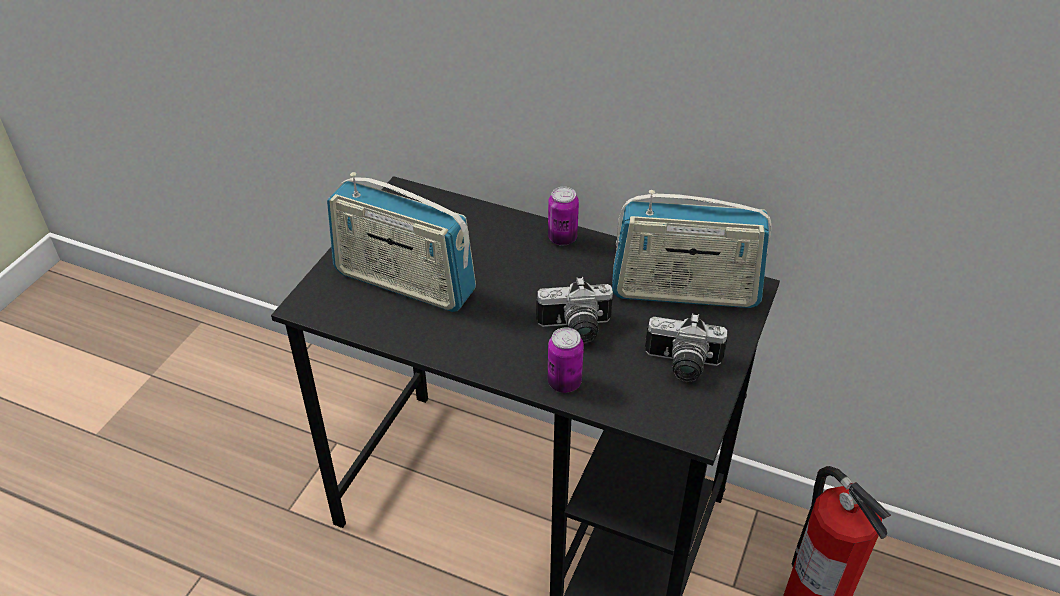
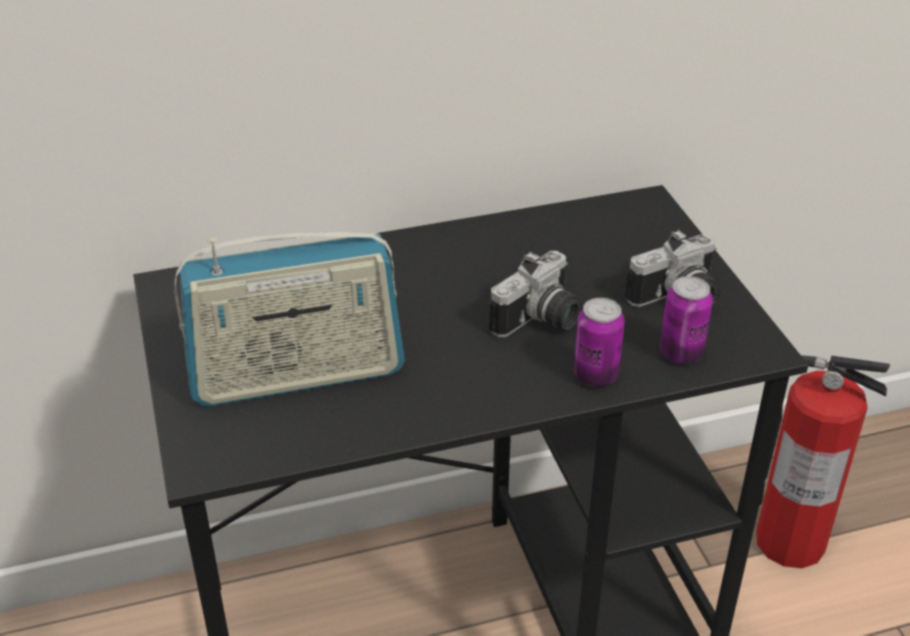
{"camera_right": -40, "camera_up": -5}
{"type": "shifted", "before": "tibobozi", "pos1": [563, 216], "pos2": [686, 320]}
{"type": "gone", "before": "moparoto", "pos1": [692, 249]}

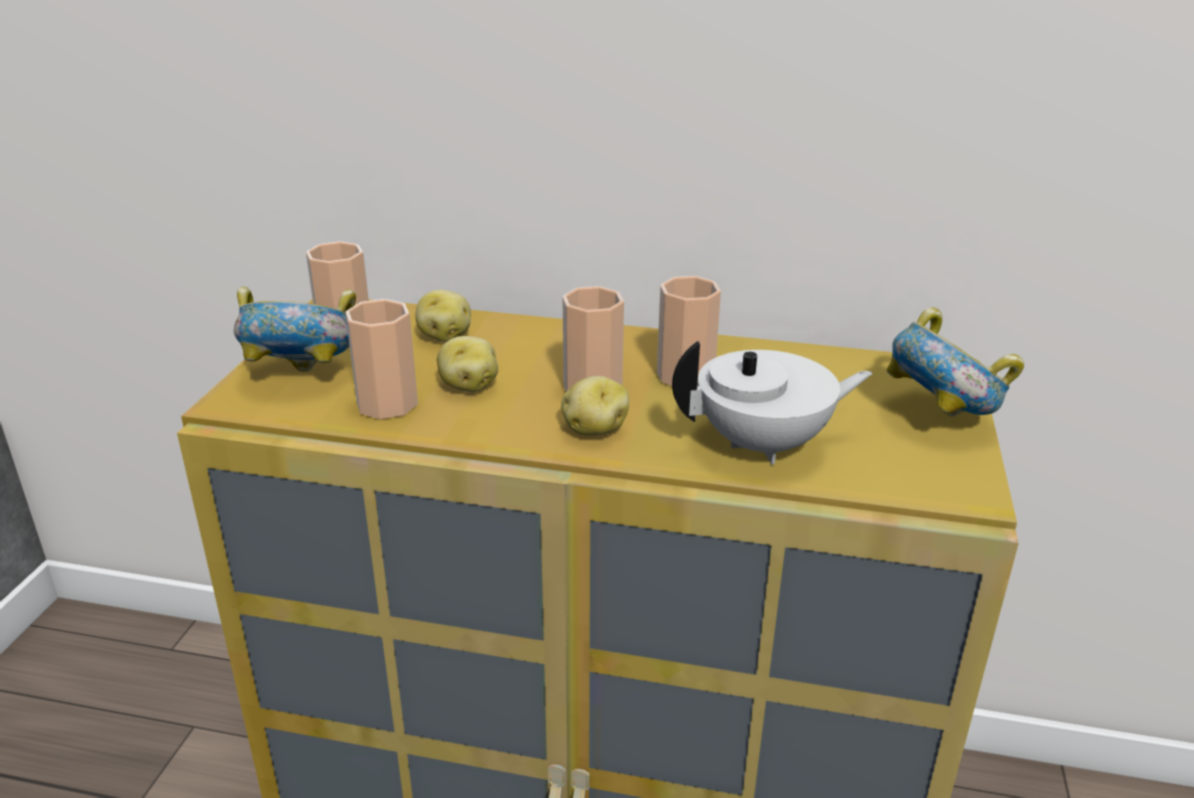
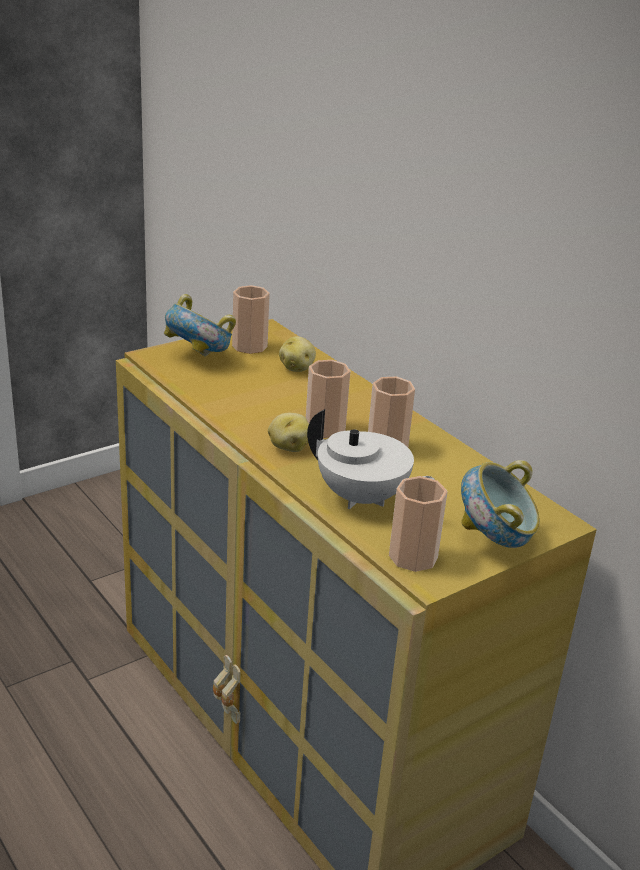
{"camera_right": 40, "camera_up": 0}
{"type": "shifted", "before": "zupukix", "pos1": [381, 359], "pos2": [418, 524]}
{"type": "gone", "before": "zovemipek", "pos1": [467, 364]}

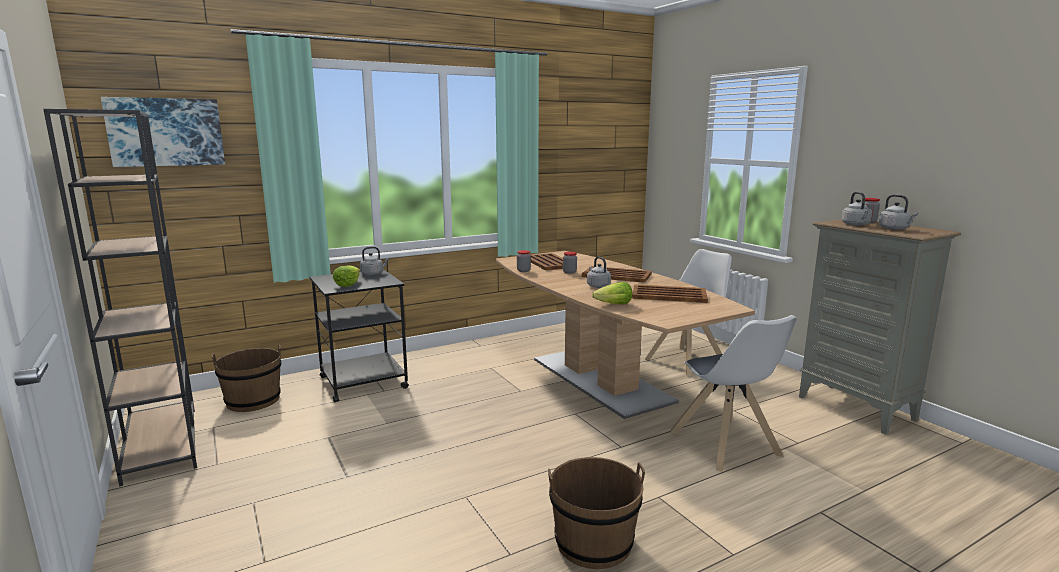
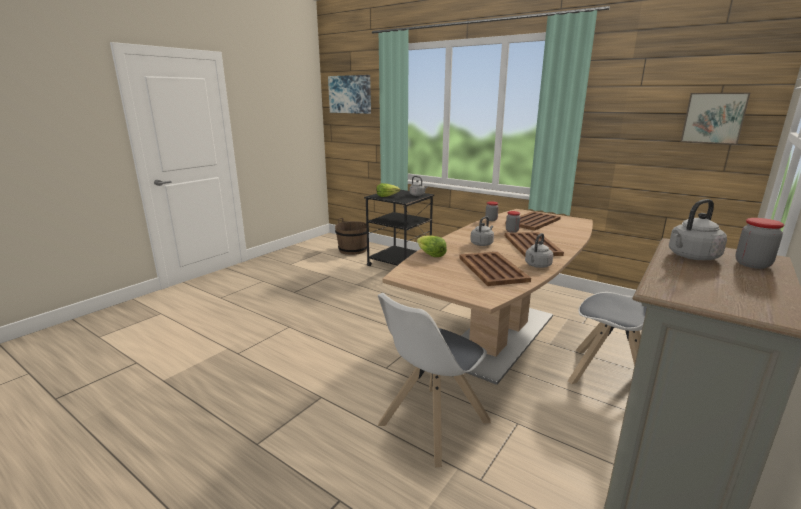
{"camera_right": 65, "camera_up": 5}
{"type": "gone", "before": "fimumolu", "pos1": [120, 298]}
{"type": "gone", "before": "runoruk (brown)", "pos1": [596, 513]}
{"type": "shifted", "before": "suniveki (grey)", "pos1": [898, 212], "pos2": [539, 250]}
{"type": "new", "after": "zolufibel", "pos2": [715, 119]}

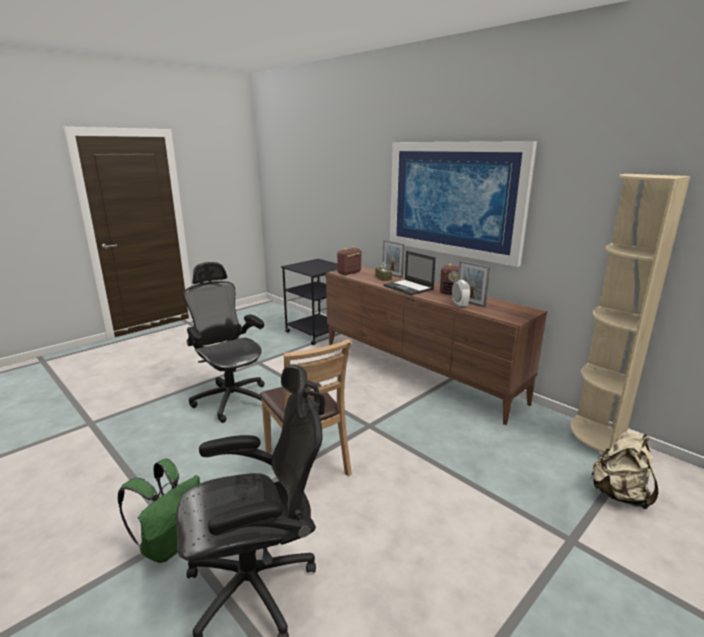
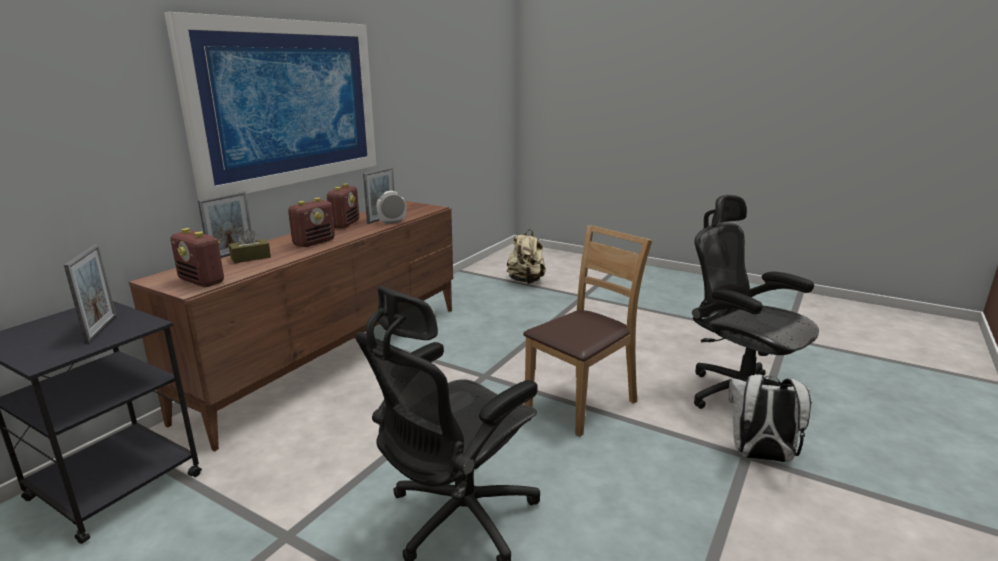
{"camera_right": -105, "camera_up": 0}
{"type": "repainted", "before": "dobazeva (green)", "after": "dobazeva (white)", "pos1": [159, 511], "pos2": [769, 418]}
{"type": "swapped", "before": "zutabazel", "after": "moparoto", "pos1": [409, 273], "pos2": [311, 222]}
{"type": "gone", "before": "fimumolu (beige)", "pos1": [630, 314]}
{"type": "new", "after": "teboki", "pos2": [90, 294]}

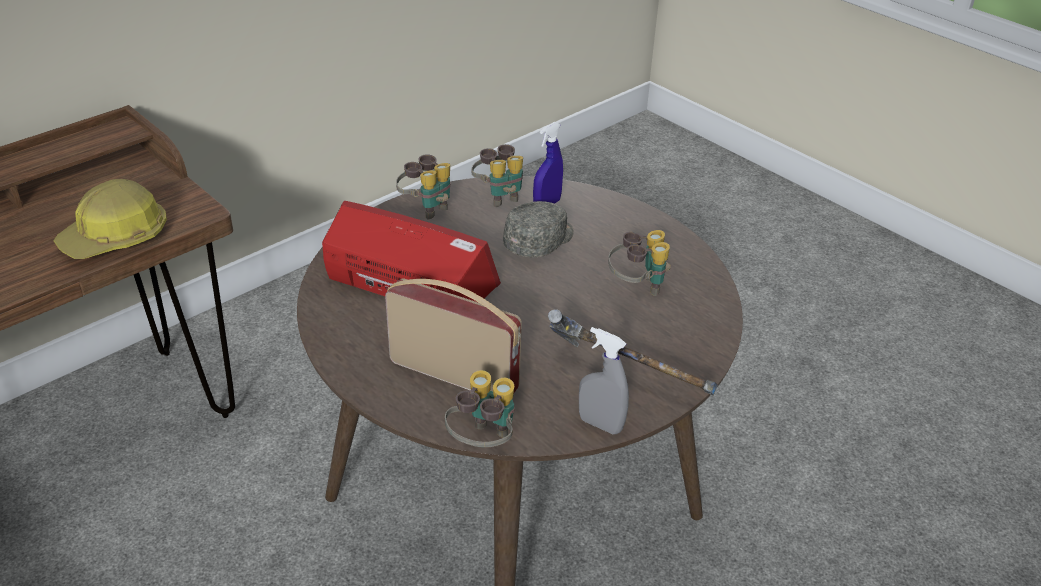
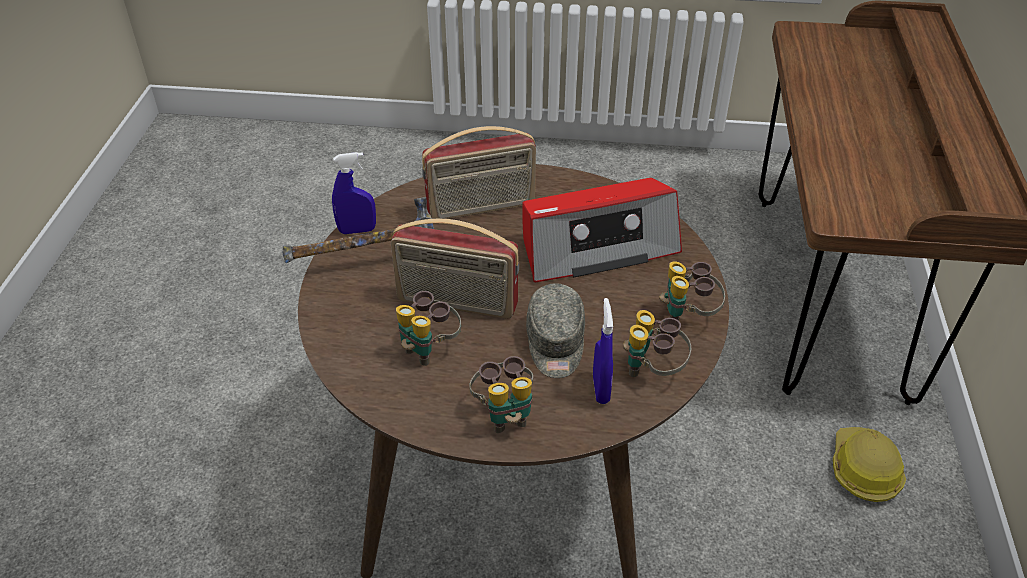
{"camera_right": 140, "camera_up": 5}
{"type": "shifted", "before": "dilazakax", "pos1": [110, 219], "pos2": [869, 464]}
{"type": "shifted", "before": "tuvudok", "pos1": [479, 408], "pos2": [501, 394]}
{"type": "repainted", "before": "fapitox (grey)", "after": "fapitox (blue)", "pos1": [604, 380], "pos2": [354, 193]}
{"type": "new", "after": "moparoto", "pos2": [455, 269]}

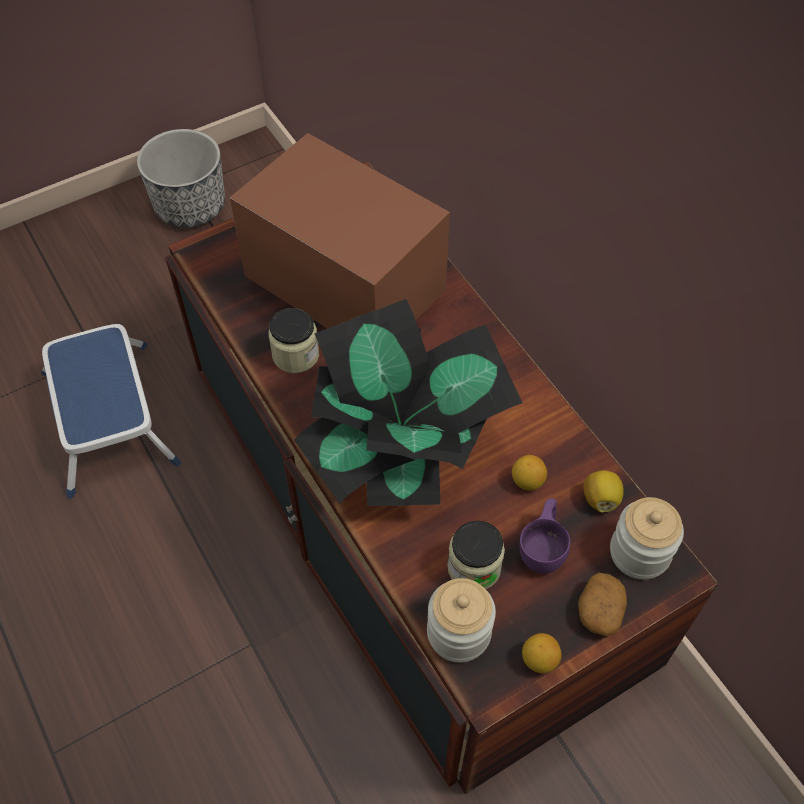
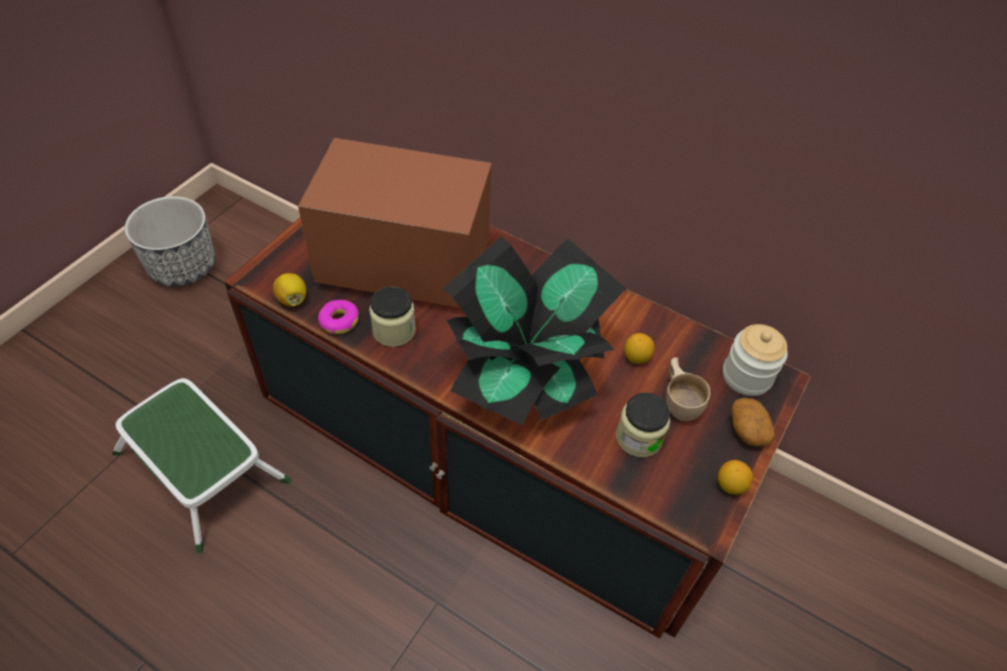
{"camera_right": -30, "camera_up": -5}
{"type": "repainted", "before": "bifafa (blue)", "after": "bifafa (green)", "pos1": [111, 411], "pos2": [201, 465]}
{"type": "gone", "before": "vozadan", "pos1": [461, 620]}
{"type": "repainted", "before": "zupukix (purple)", "after": "zupukix (beige)", "pos1": [544, 536], "pos2": [688, 389]}
{"type": "shifted", "before": "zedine", "pos1": [603, 491], "pos2": [289, 290]}
{"type": "new", "after": "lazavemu", "pos2": [338, 317]}

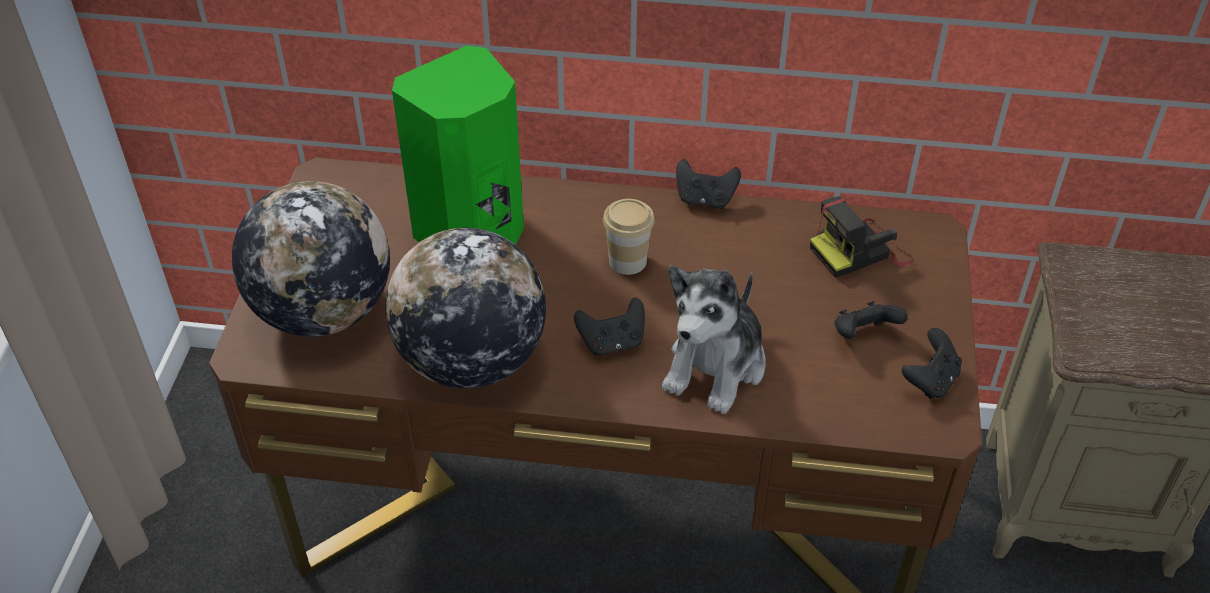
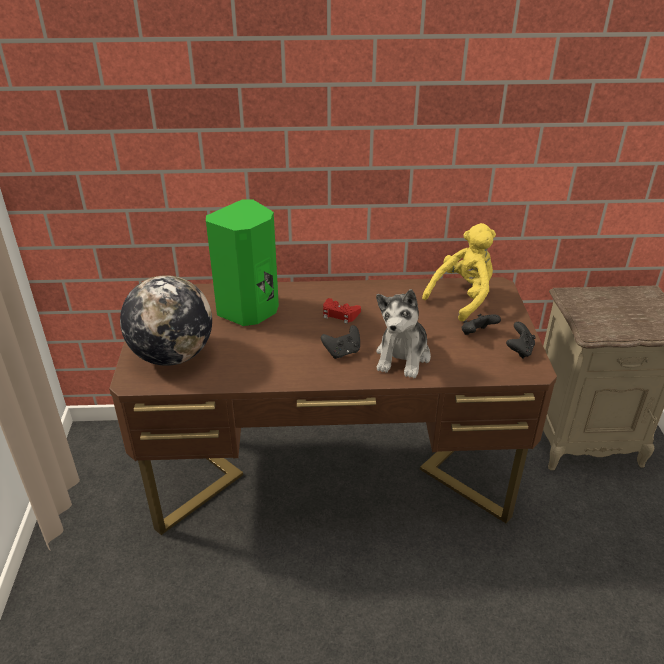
{"camera_right": -10, "camera_up": -10}
{"type": "gone", "before": "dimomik", "pos1": [465, 308]}
{"type": "swapped", "before": "zupukix", "after": "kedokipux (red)", "pos1": [629, 237], "pos2": [342, 311]}
{"type": "gone", "before": "kedokipux (black)", "pos1": [708, 184]}
{"type": "swapped", "before": "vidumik", "after": "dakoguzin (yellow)", "pos1": [861, 237], "pos2": [459, 272]}

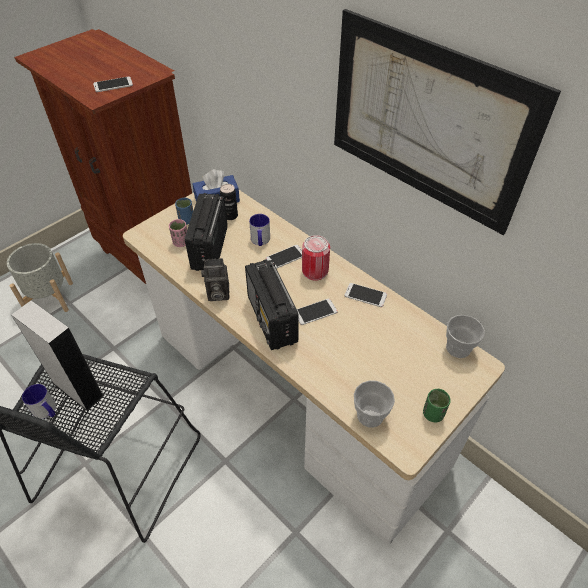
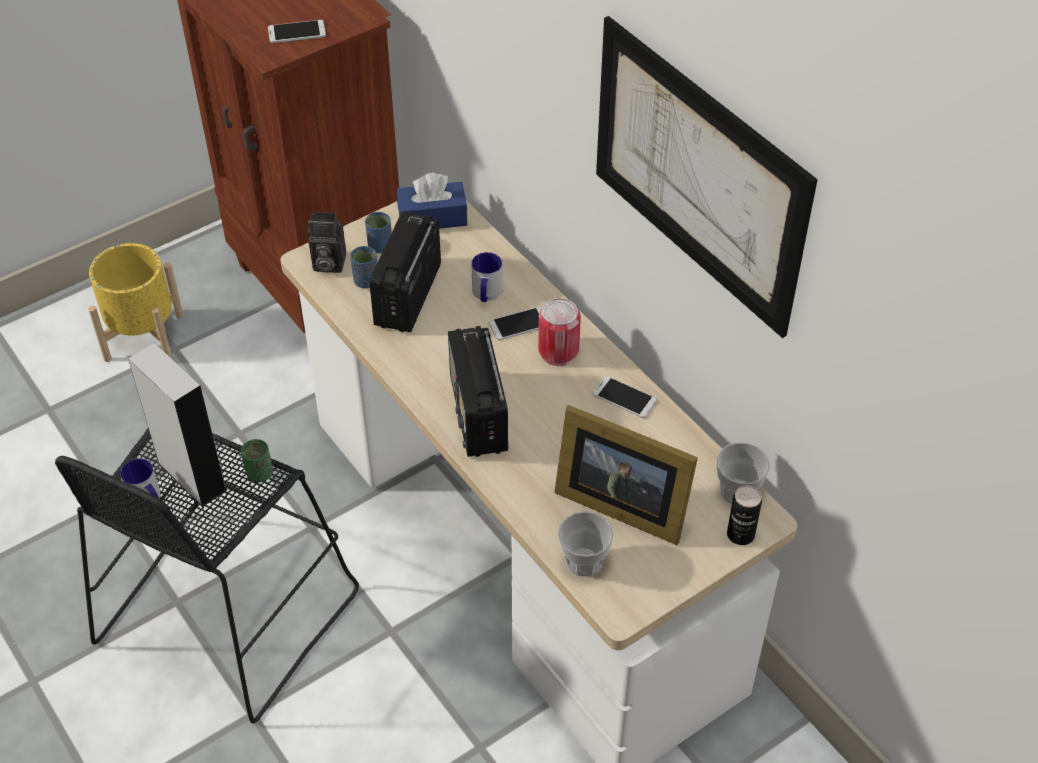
{"camera_right": 10, "camera_up": 0}
{"type": "repainted", "before": "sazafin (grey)", "after": "sazafin (yellow)", "pos1": [40, 277], "pos2": [136, 302]}
{"type": "repainted", "before": "zupukix (pink)", "after": "zupukix (blue)", "pos1": [178, 233], "pos2": [363, 267]}
{"type": "shifted", "before": "vidumik", "pos1": [215, 279], "pos2": [326, 242]}
{"type": "shifted", "before": "tibobozi", "pos1": [229, 202], "pos2": [744, 515]}
{"type": "gone", "before": "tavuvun", "pos1": [317, 312]}
{"type": "shifted", "before": "zupukix (green)", "pos1": [436, 405], "pos2": [257, 461]}
{"type": "new", "after": "teboki", "pos2": [626, 475]}

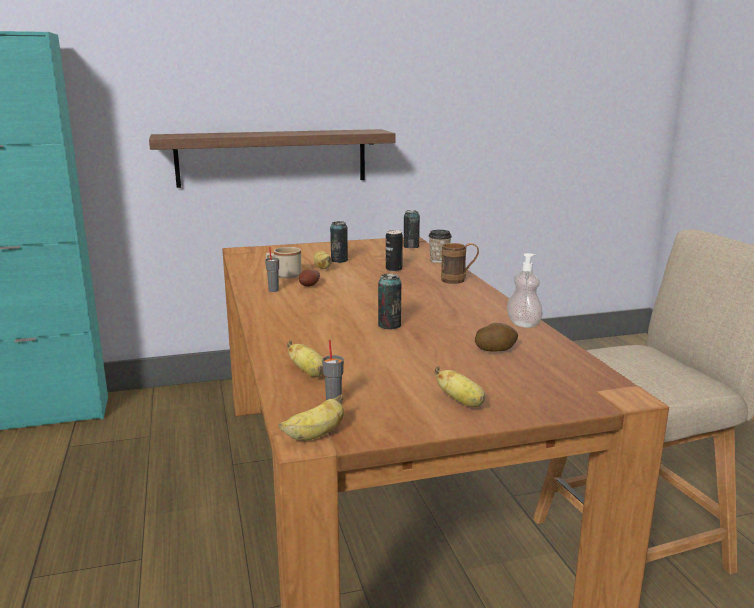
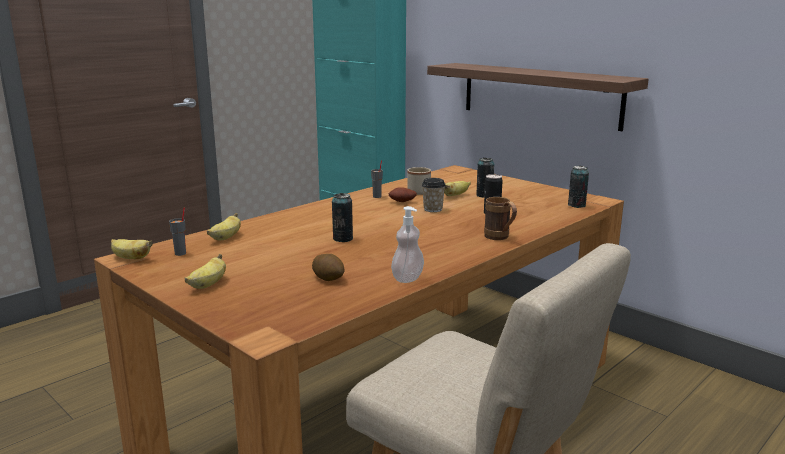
{"camera_right": 60, "camera_up": 0}
{"type": "shifted", "before": "zupukix", "pos1": [440, 246], "pos2": [434, 195]}

